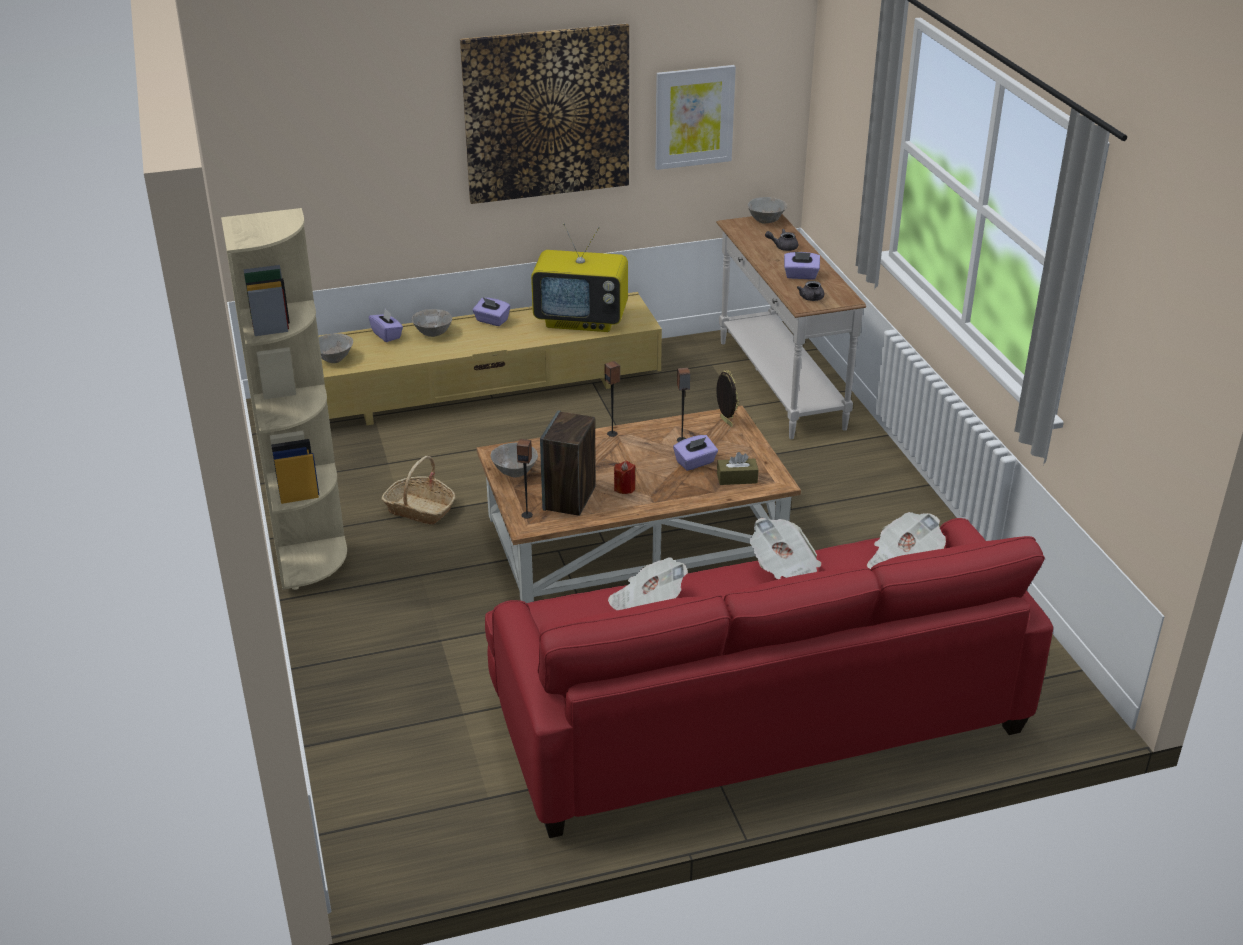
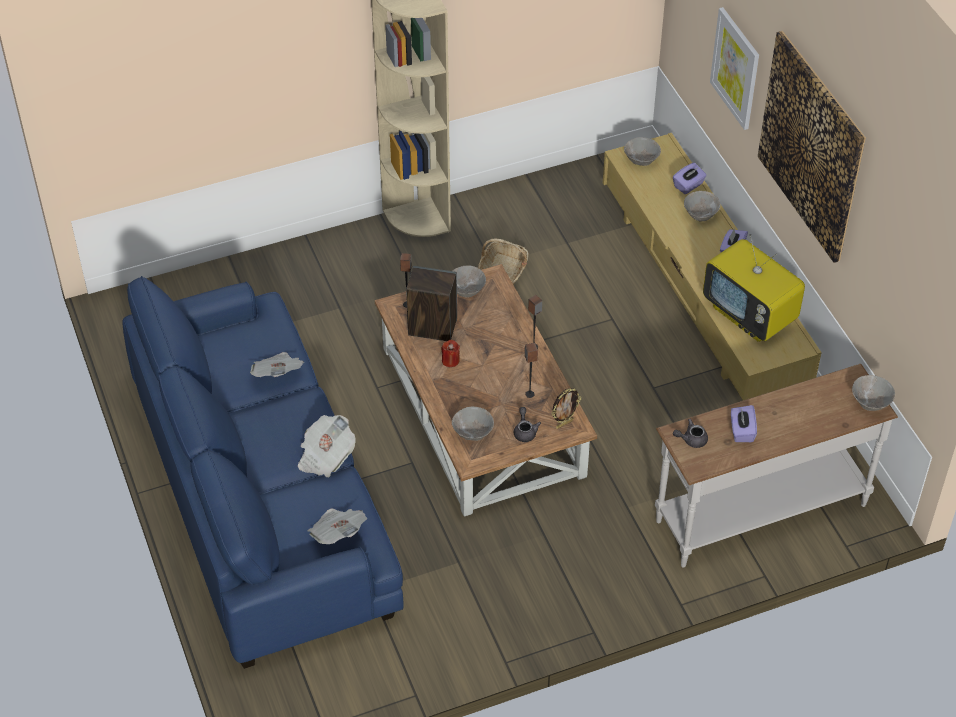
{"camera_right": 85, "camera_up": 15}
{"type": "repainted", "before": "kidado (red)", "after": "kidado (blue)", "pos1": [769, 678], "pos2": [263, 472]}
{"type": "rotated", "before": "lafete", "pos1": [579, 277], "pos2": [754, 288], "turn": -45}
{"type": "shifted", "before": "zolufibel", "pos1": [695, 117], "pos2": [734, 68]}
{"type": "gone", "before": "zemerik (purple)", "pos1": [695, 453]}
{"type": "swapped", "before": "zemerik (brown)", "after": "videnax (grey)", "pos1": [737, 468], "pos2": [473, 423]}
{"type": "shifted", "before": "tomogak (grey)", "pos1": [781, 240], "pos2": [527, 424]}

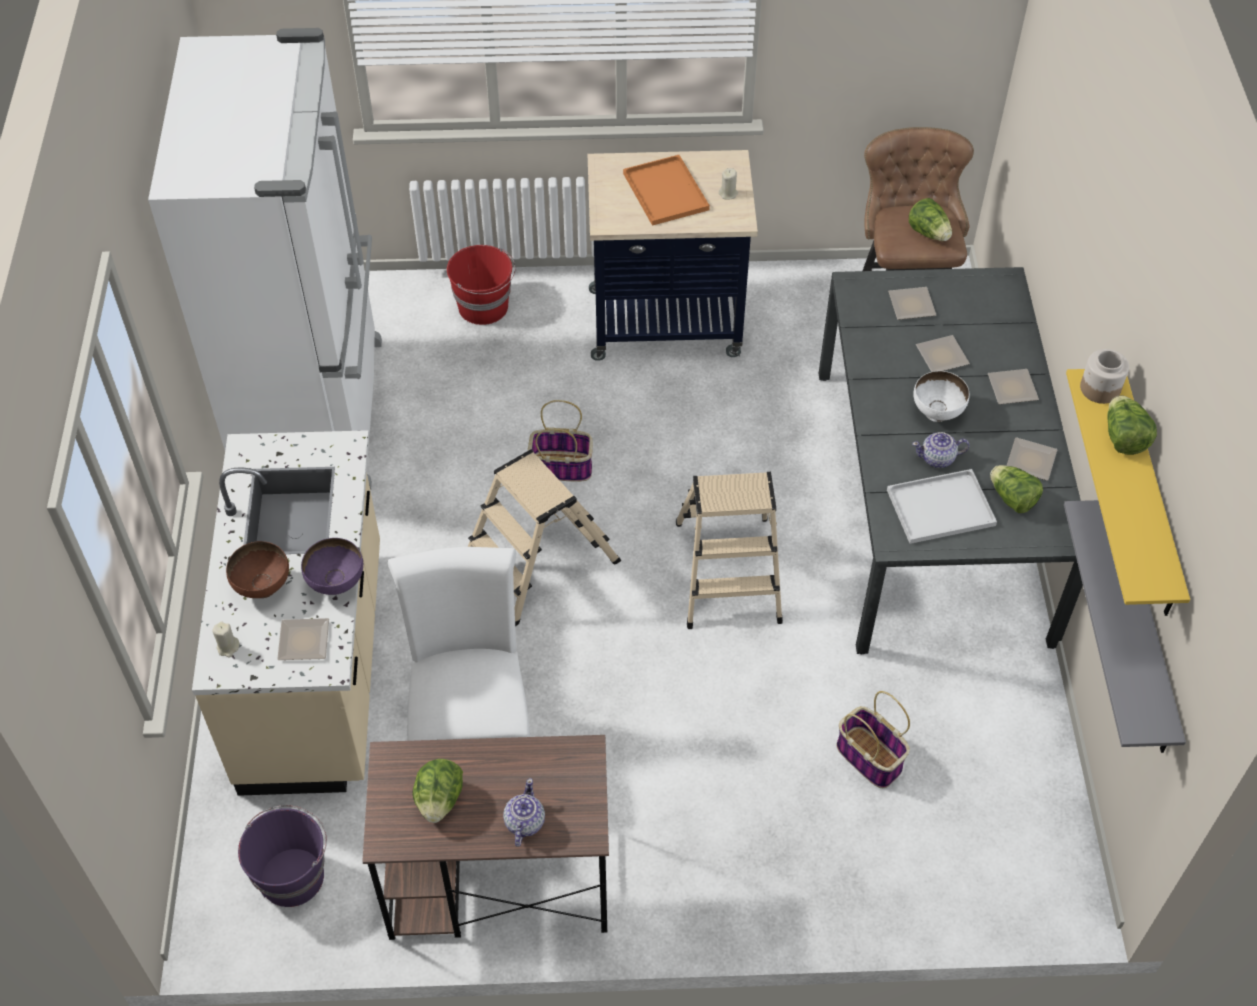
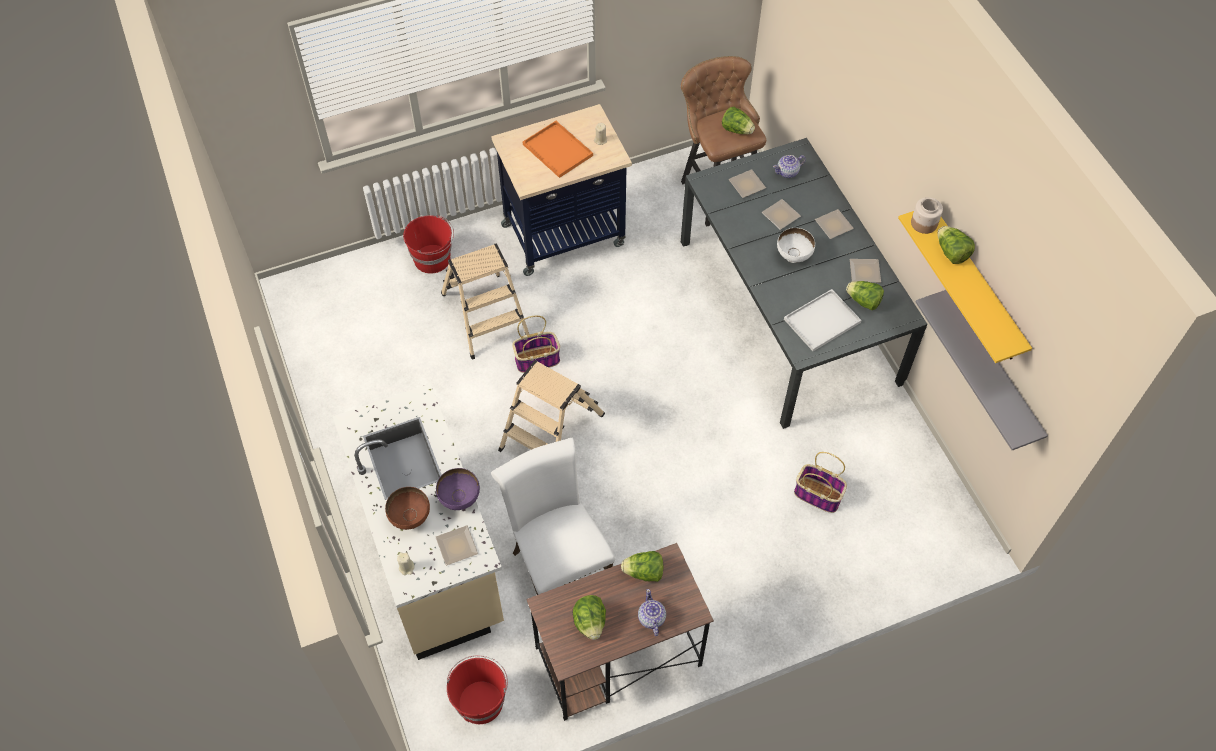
{"camera_right": -20, "camera_up": 5}
{"type": "gone", "before": "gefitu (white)", "pos1": [265, 259]}
{"type": "repainted", "before": "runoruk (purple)", "after": "runoruk (red)", "pos1": [282, 856], "pos2": [477, 690]}
{"type": "shifted", "before": "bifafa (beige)", "pos1": [729, 550], "pos2": [485, 301]}
{"type": "shifted", "before": "tomogak", "pos1": [941, 450], "pos2": [789, 166]}
{"type": "new", "after": "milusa", "pos2": [642, 566]}

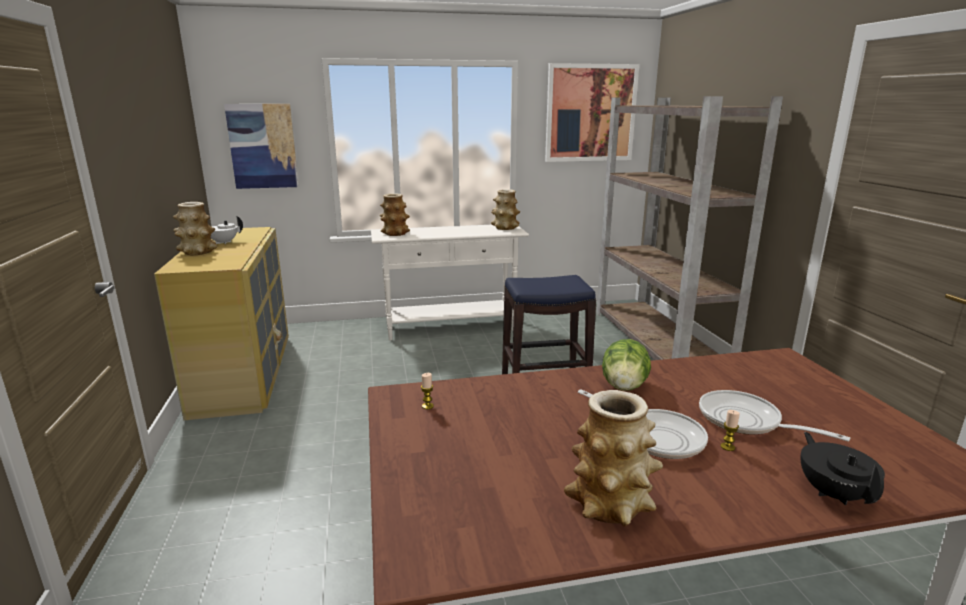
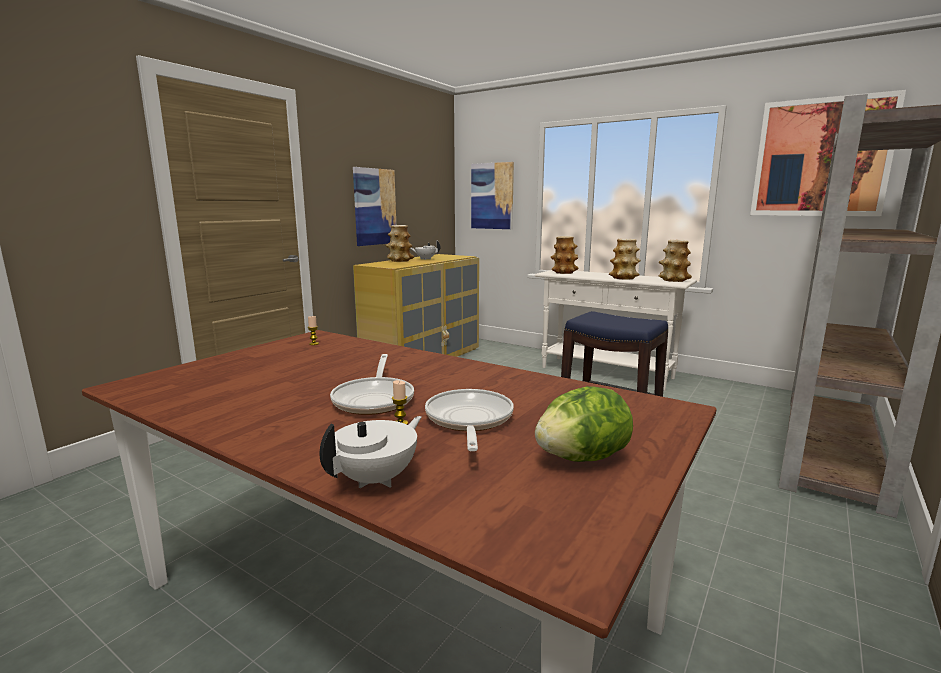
{"camera_right": 45, "camera_up": -5}
{"type": "shifted", "before": "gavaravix", "pos1": [613, 458], "pos2": [625, 259]}
{"type": "shifted", "before": "milusa", "pos1": [626, 365], "pos2": [584, 424]}
{"type": "repainted", "before": "tomogak (black)", "after": "tomogak (white)", "pos1": [843, 468], "pos2": [370, 452]}
{"type": "new", "after": "zolufibel", "pos2": [374, 206]}

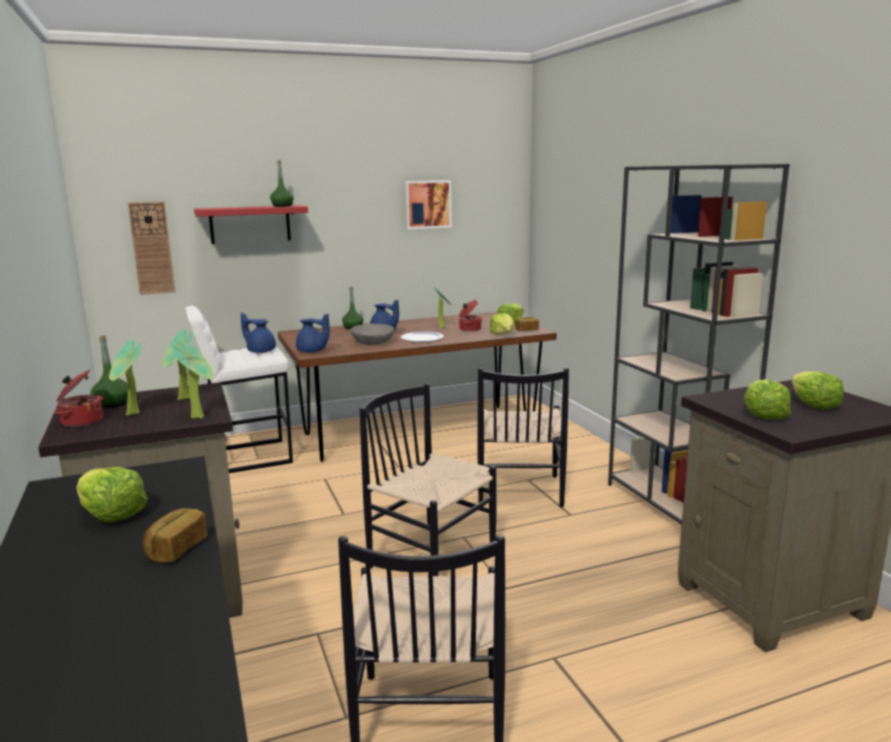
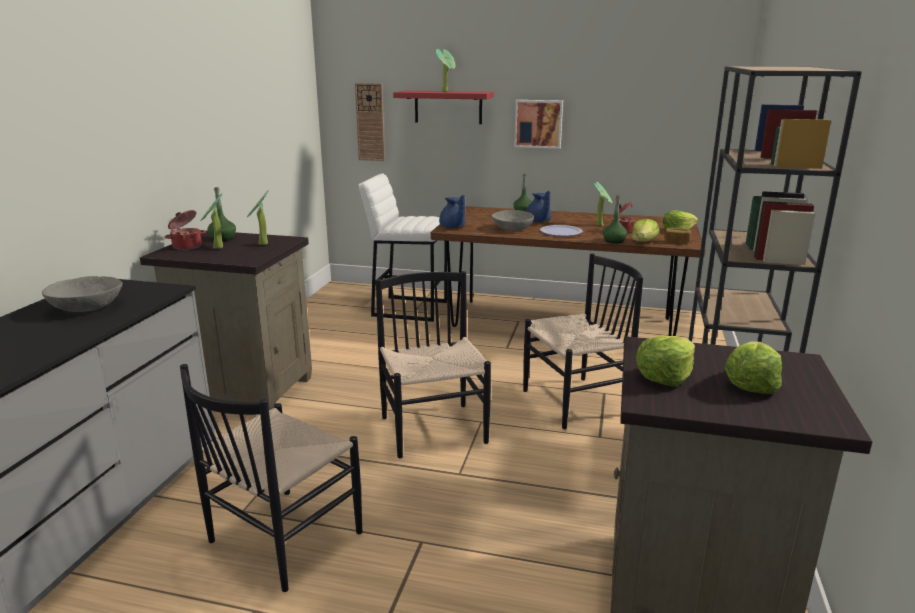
{"camera_right": 35, "camera_up": 5}
{"type": "swapped", "before": "milusa", "after": "videnax (grey)", "pos1": [112, 494], "pos2": [82, 294]}
{"type": "gone", "before": "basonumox", "pos1": [175, 535]}
{"type": "shifted", "before": "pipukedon", "pos1": [193, 380], "pos2": [445, 70]}
{"type": "gone", "before": "tomogak (blue)", "pos1": [258, 333]}
{"type": "shifted", "before": "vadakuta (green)", "pos1": [282, 183], "pos2": [615, 219]}
{"type": "shifted", "before": "zolufibel", "pos1": [428, 204], "pos2": [538, 124]}
{"type": "rotated", "before": "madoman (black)", "pos1": [523, 437], "pos2": [583, 341], "turn": -150}

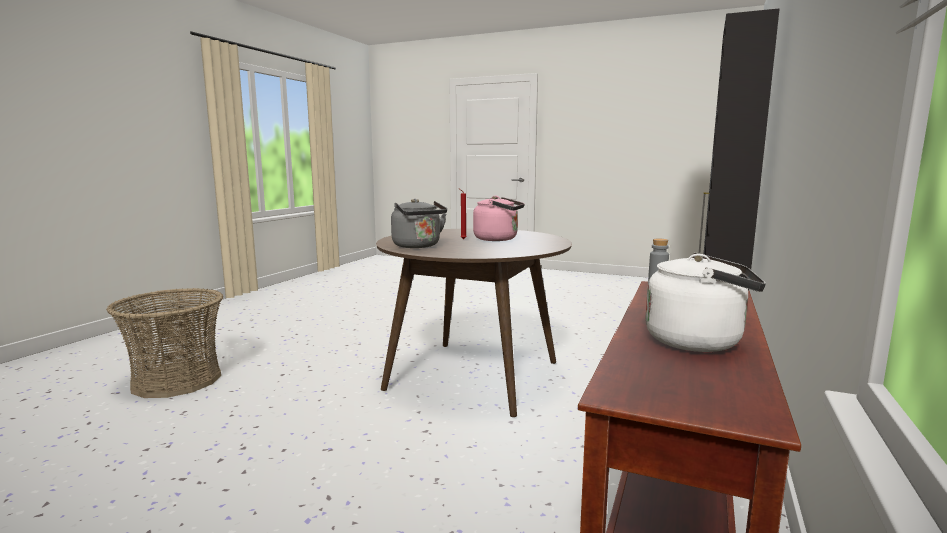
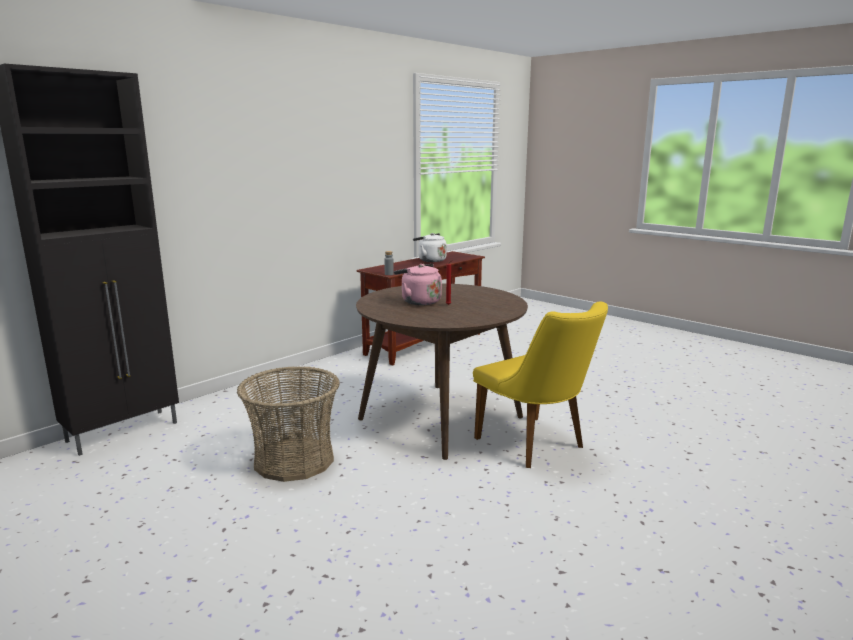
{"camera_right": -160, "camera_up": 5}
{"type": "shifted", "before": "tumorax", "pos1": [164, 343], "pos2": [288, 424]}
{"type": "gone", "before": "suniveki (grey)", "pos1": [419, 223]}
{"type": "new", "after": "madoman (yellow)", "pos2": [540, 385]}

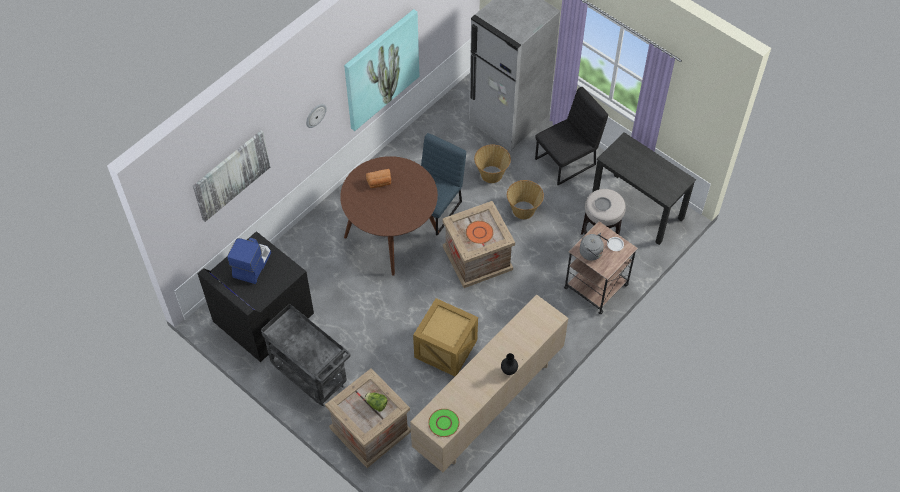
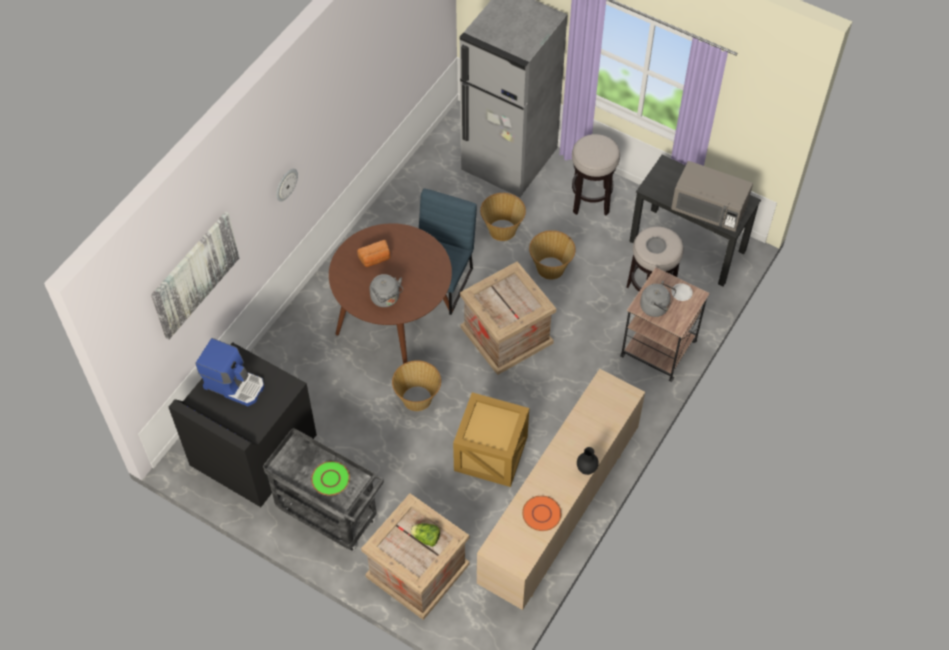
{"camera_right": -10, "camera_up": 0}
{"type": "rotated", "before": "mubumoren", "pos1": [249, 261], "pos2": [230, 372], "turn": 105}
{"type": "gone", "before": "zolufibel", "pos1": [381, 70]}
{"type": "shifted", "before": "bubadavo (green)", "pos1": [443, 423], "pos2": [330, 478]}
{"type": "shifted", "before": "bubadavo (orange)", "pos1": [479, 232], "pos2": [541, 513]}
{"type": "swapped", "before": "madoman (black)", "after": "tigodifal", "pos1": [571, 135], "pos2": [596, 174]}
{"type": "new", "after": "suniveki (grey)", "pos2": [386, 290]}
{"type": "new", "after": "tumorax", "pos2": [416, 385]}
{"type": "new", "after": "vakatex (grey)", "pos2": [712, 196]}

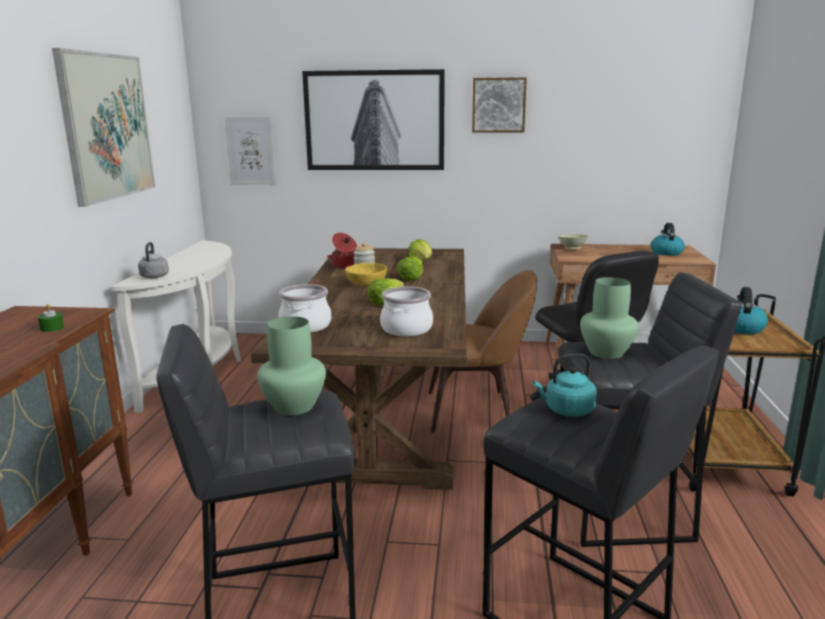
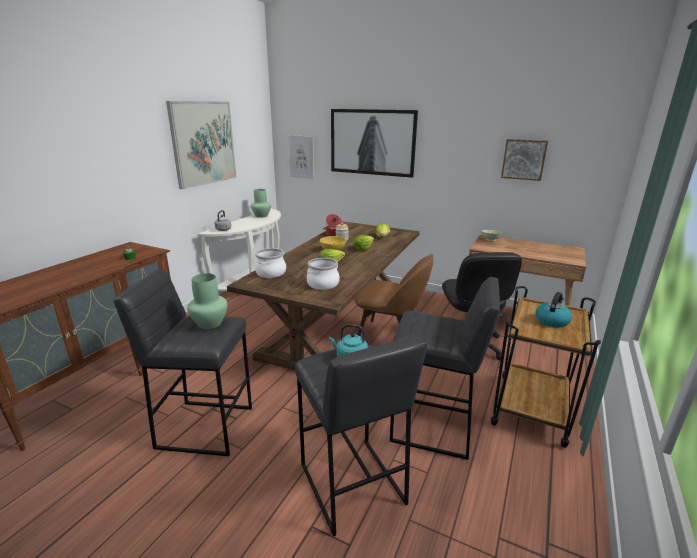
{"camera_right": 20, "camera_up": 5}
{"type": "shifted", "before": "zolufibel", "pos1": [499, 105], "pos2": [524, 160]}
{"type": "shifted", "before": "gavaravix (green)", "pos1": [609, 318], "pos2": [261, 203]}
{"type": "gone", "before": "suniveki", "pos1": [668, 239]}

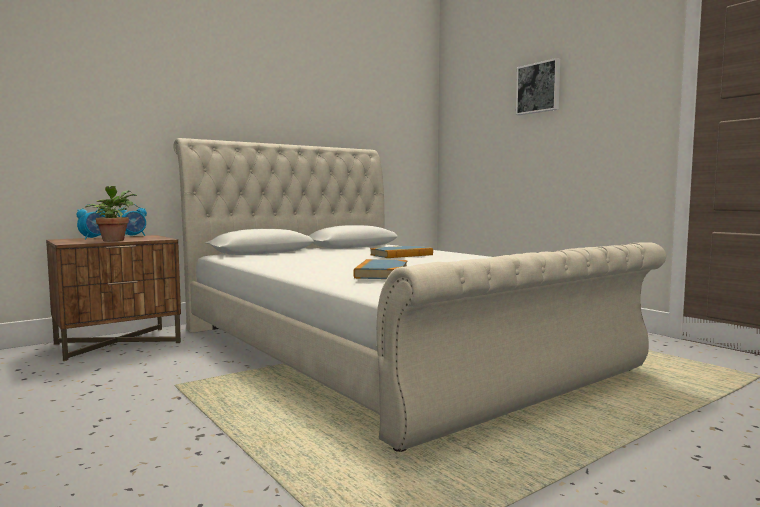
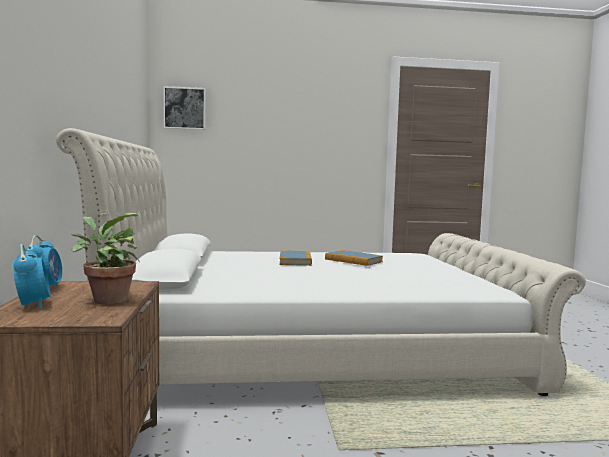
{"camera_right": -60, "camera_up": 0}
{"type": "shifted", "before": "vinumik", "pos1": [380, 269], "pos2": [354, 258]}
{"type": "shifted", "before": "zolufibel", "pos1": [538, 86], "pos2": [184, 108]}

